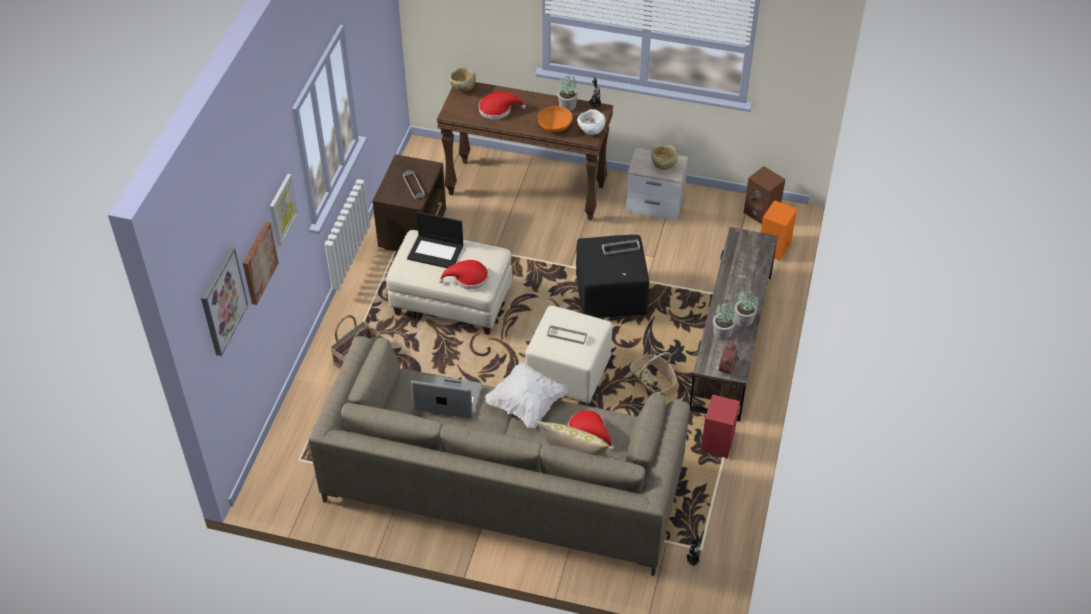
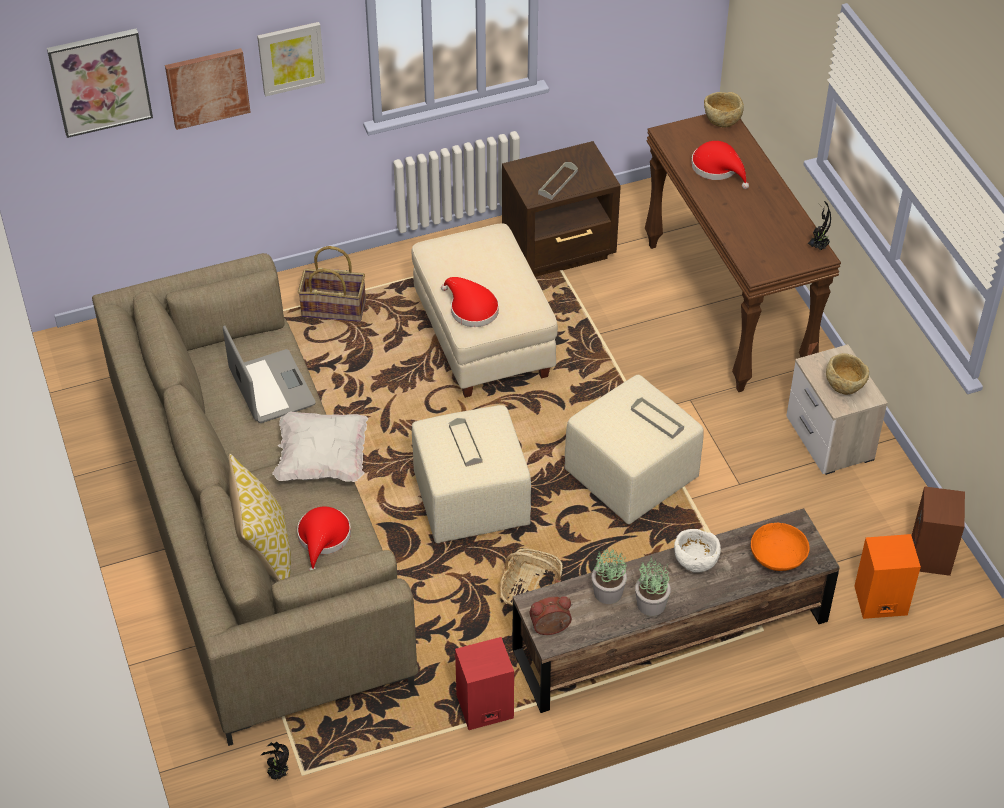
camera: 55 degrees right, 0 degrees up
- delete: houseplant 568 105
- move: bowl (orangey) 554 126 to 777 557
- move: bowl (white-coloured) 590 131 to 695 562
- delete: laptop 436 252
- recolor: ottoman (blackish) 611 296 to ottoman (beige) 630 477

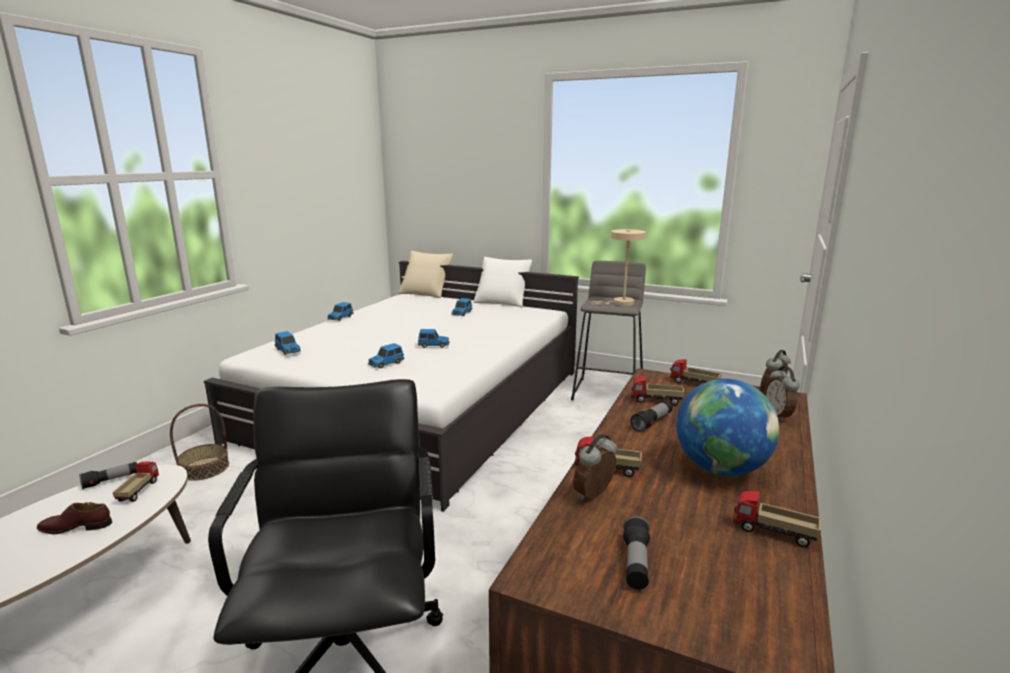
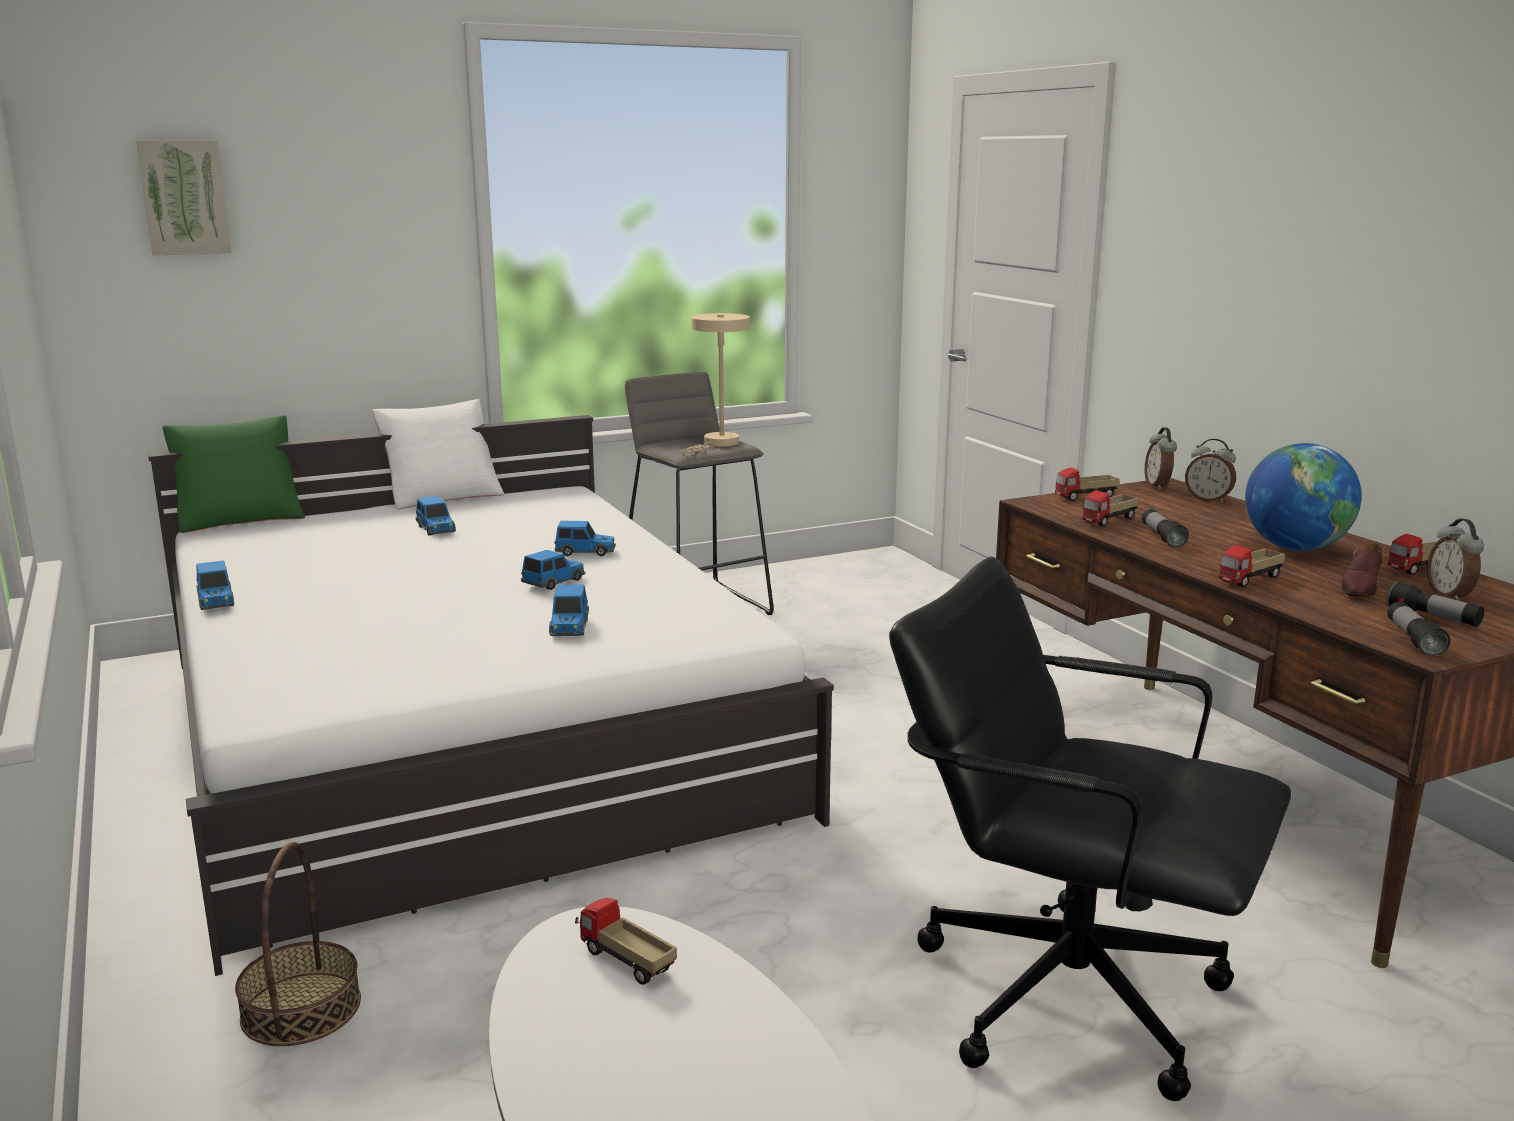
camera: 50 degrees left, 0 degrees up
- recolor: throw pillow (beige) 426 293 to throw pillow (green) 240 517
- move: model car 288 350 to 585 552
- move: alarm clock 595 495 to 1450 595
- move: hand torch 111 481 to 1413 640
- move: shoe (brownish) 76 527 to 1359 587
- insert: wall art 184 197

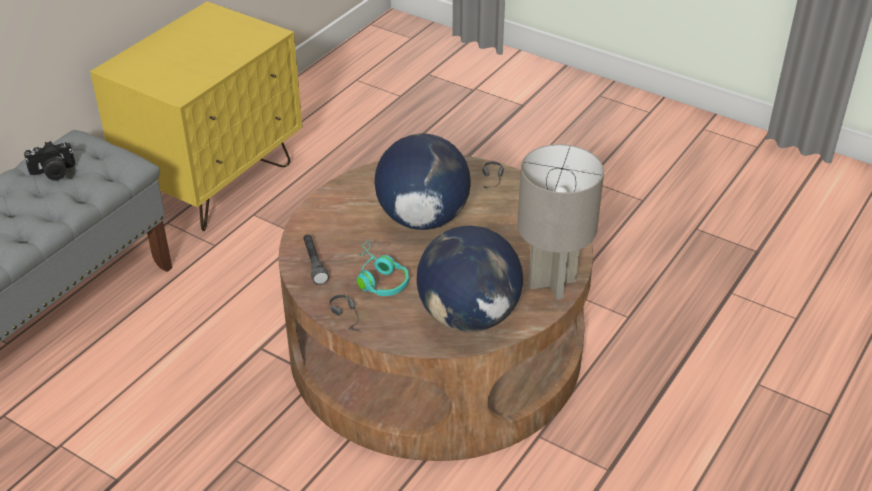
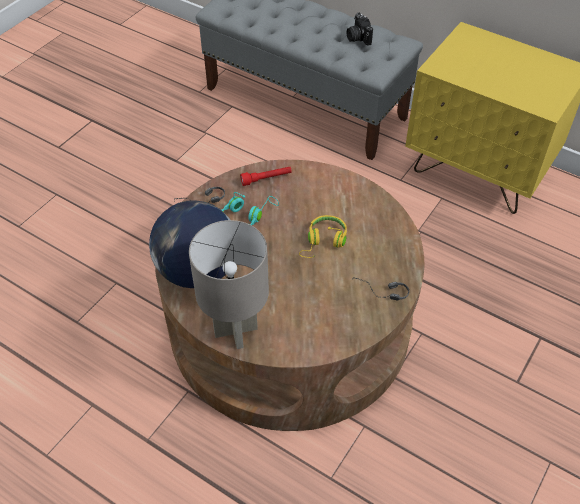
camera: 90 degrees right, 10 degrees up
- replace: desk globe 422 219 to pair of headphones (yellow-coloured) 324 242
- recolor: hand torch (gray) 314 264 to hand torch (reddish) 266 179

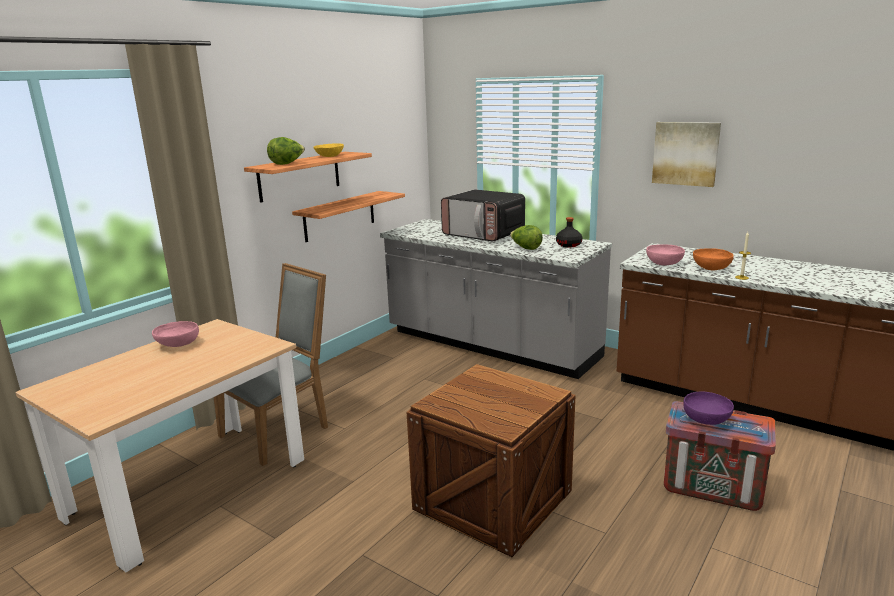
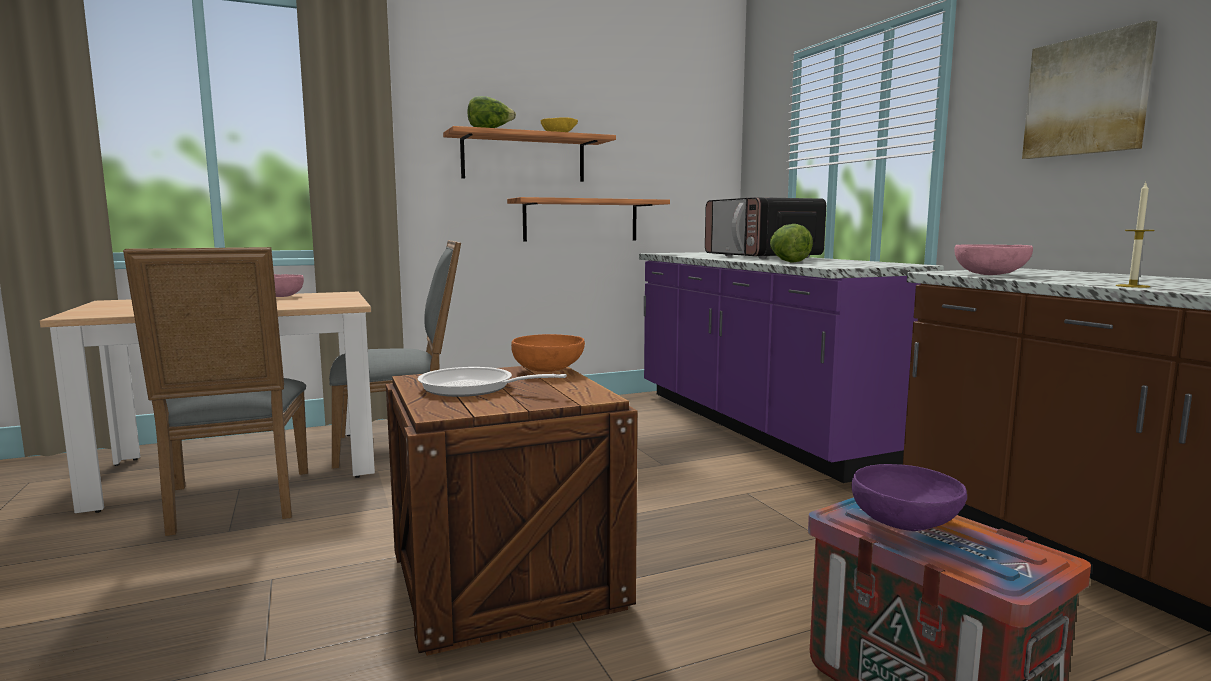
camera: 30 degrees right, 10 degrees down
- delete: bottle (blackish) 569 245
- recolor: kitchen base unit (gray) 490 345 to kitchen base unit (purple-coloured) 757 425
- move: bowl (orangey) 711 268 to 548 369
- insert: upright chair (gray) 236 504
- insert: frying pan 474 388

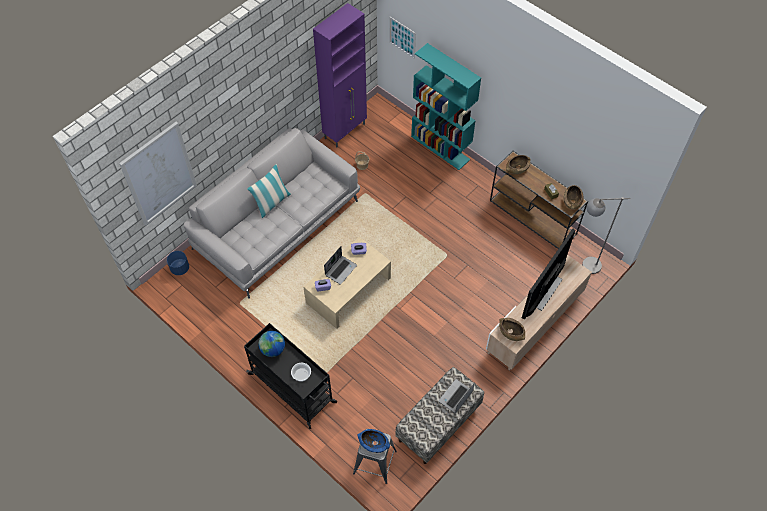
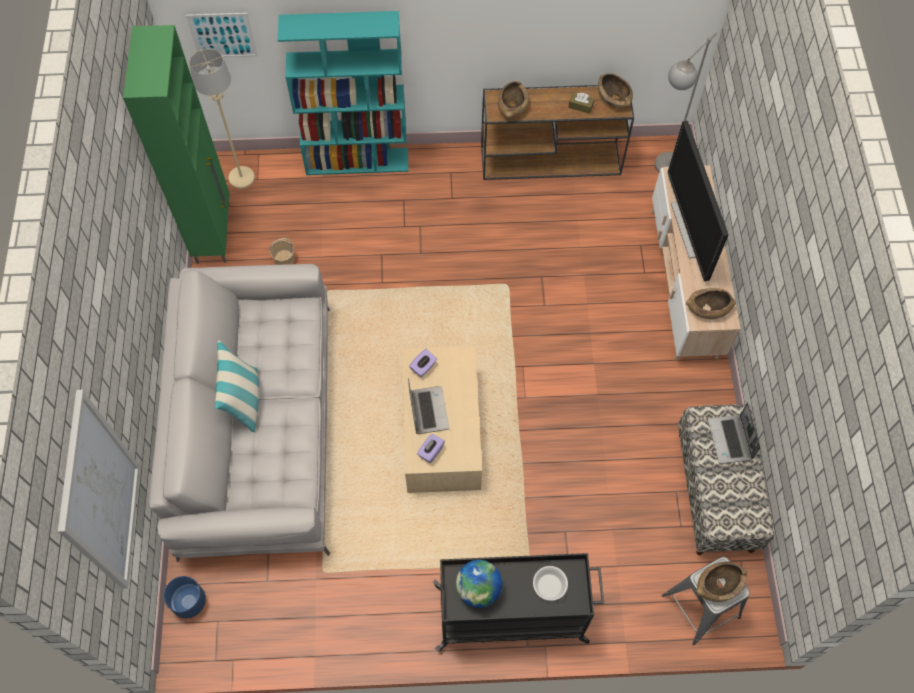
camera: 45 degrees left, 5 degrees up
- recolor: cupboard (purple-coloured) 345 131 to cupboard (green) 214 232
- recolor: bowl (blue-coloured) 374 443 to bowl (brownish) 718 584
- insert: floor lamp (beige) 241 178

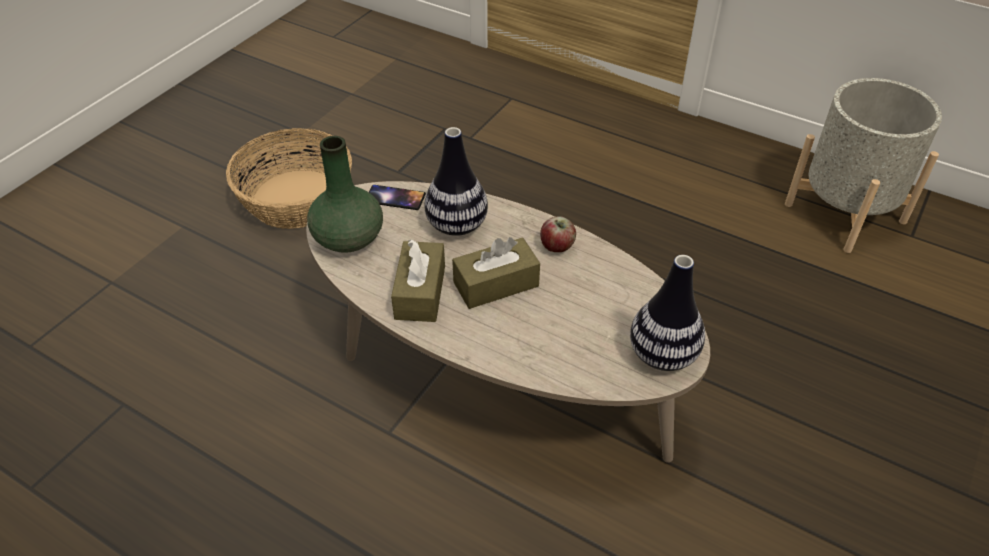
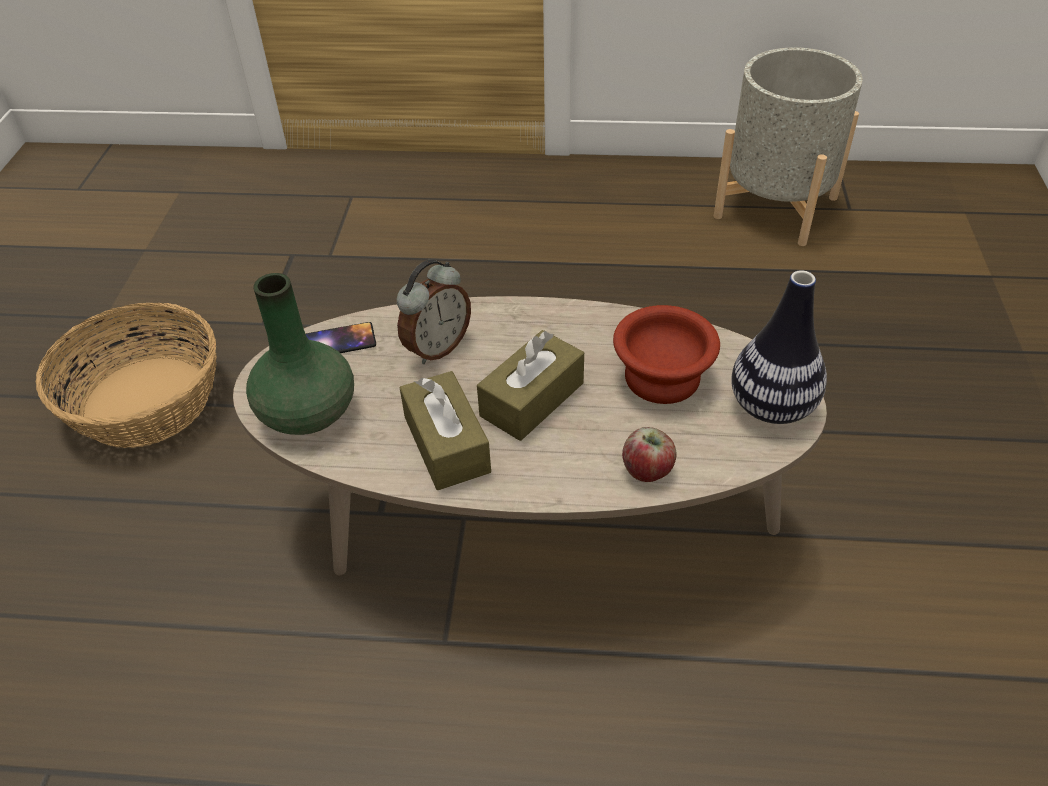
camera: 25 degrees left, 0 degrees up
- replace: decorative vase 457 225 to alarm clock 436 347
- move: apple 557 246 to 647 470
- insert: bowl (brownish) 662 375

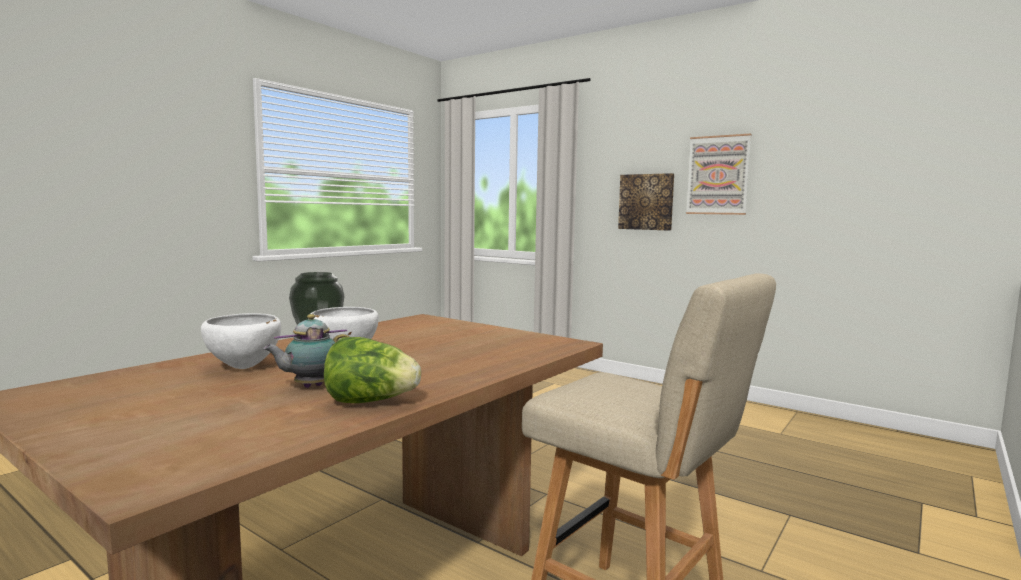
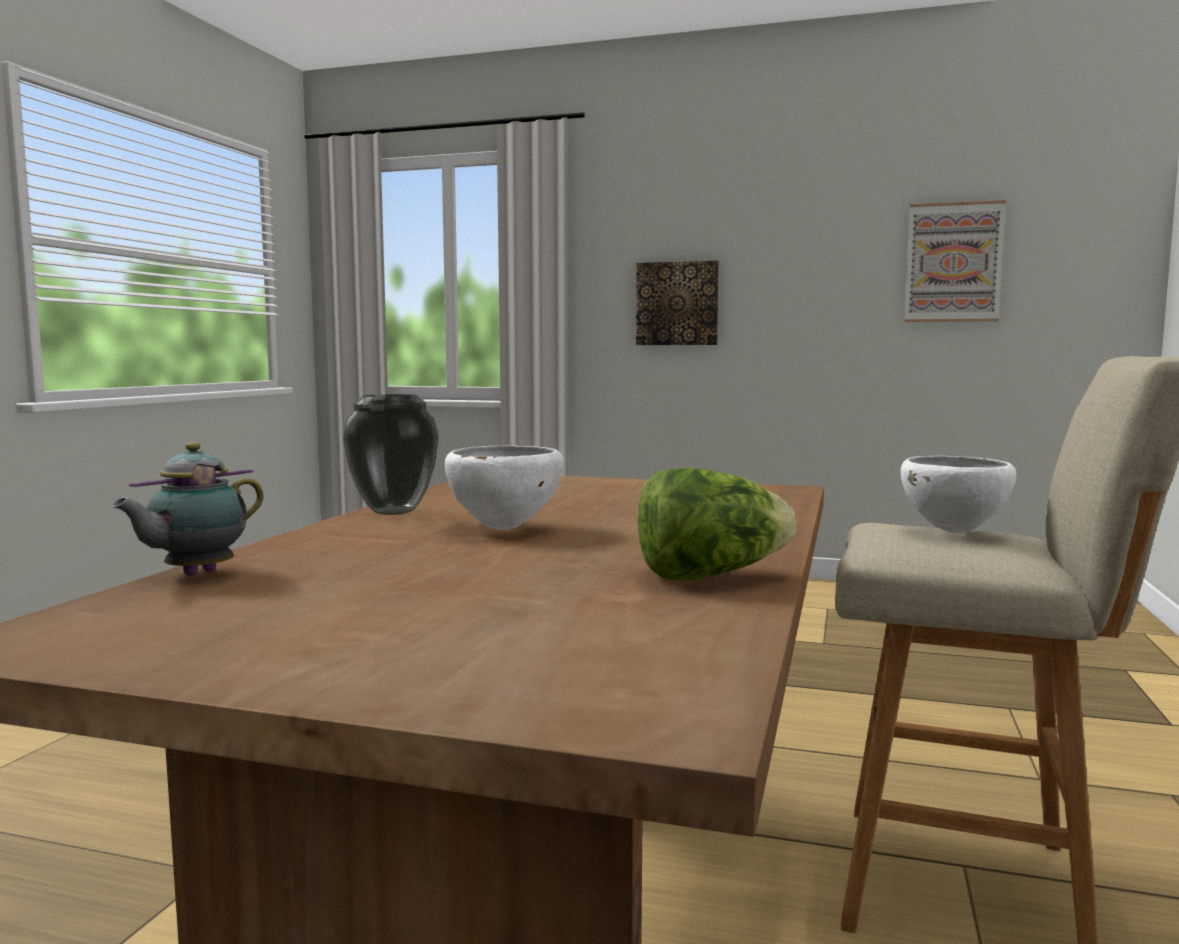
camera: 20 degrees left, 0 degrees up
- move: wall art 718 175 to 953 262
- move: bowl (white-coloured) 245 367 to 954 532
- move: pot for tea 310 387 to 195 574

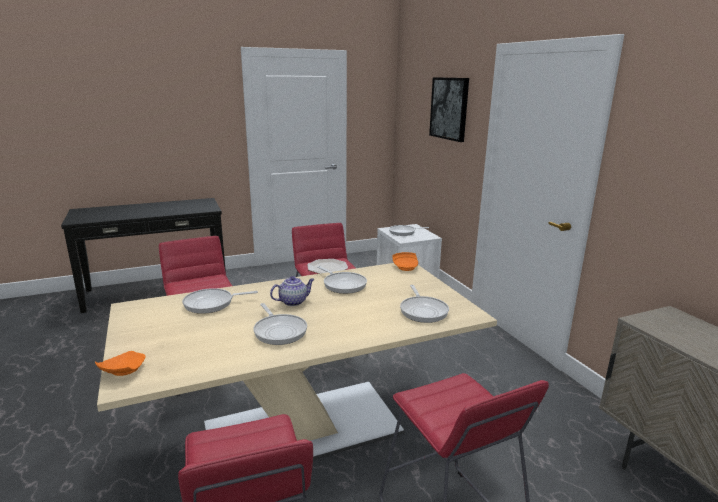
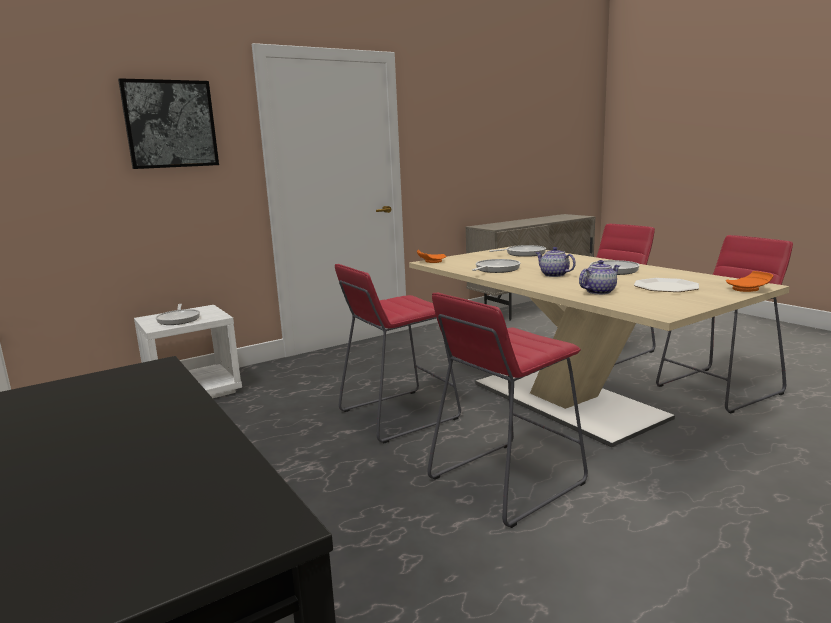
camera: 100 degrees left, 5 degrees down
- move: dinner plate 327 268 to 666 287
- replace: frying pan 212 304 to pot for tea 599 292

